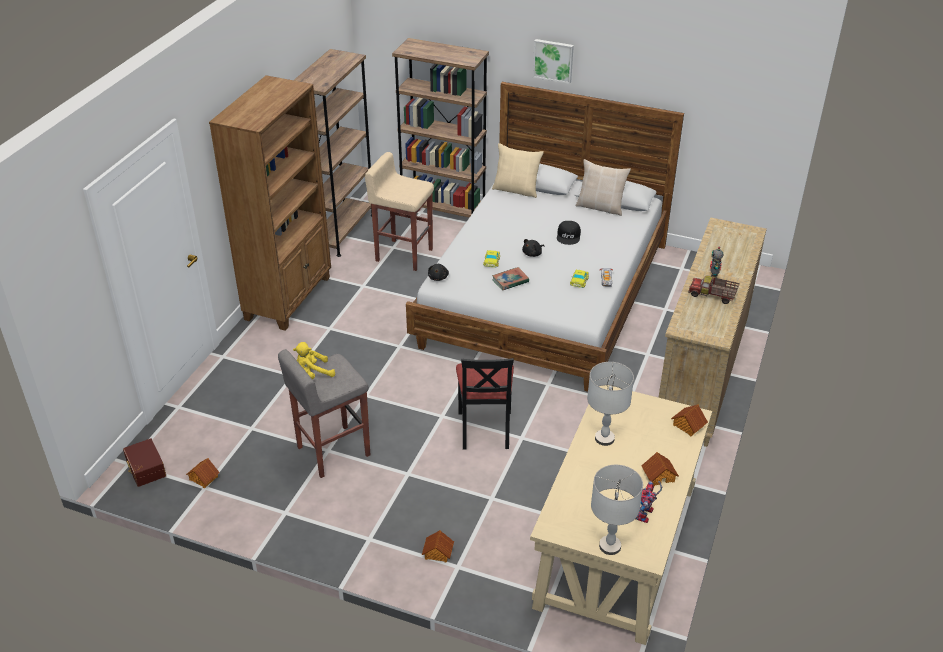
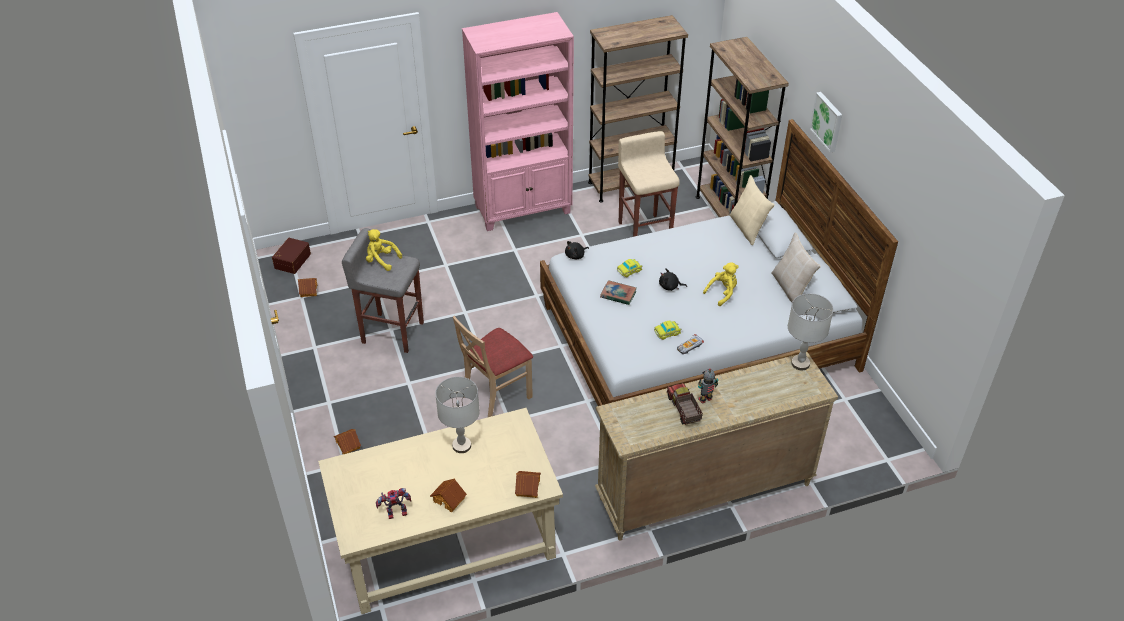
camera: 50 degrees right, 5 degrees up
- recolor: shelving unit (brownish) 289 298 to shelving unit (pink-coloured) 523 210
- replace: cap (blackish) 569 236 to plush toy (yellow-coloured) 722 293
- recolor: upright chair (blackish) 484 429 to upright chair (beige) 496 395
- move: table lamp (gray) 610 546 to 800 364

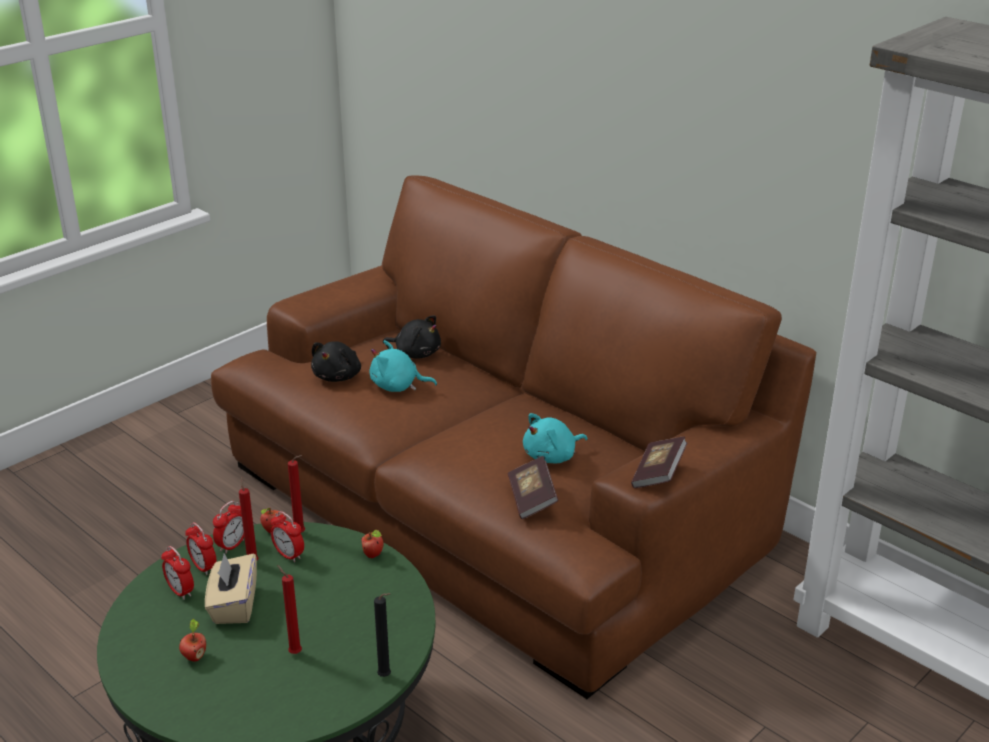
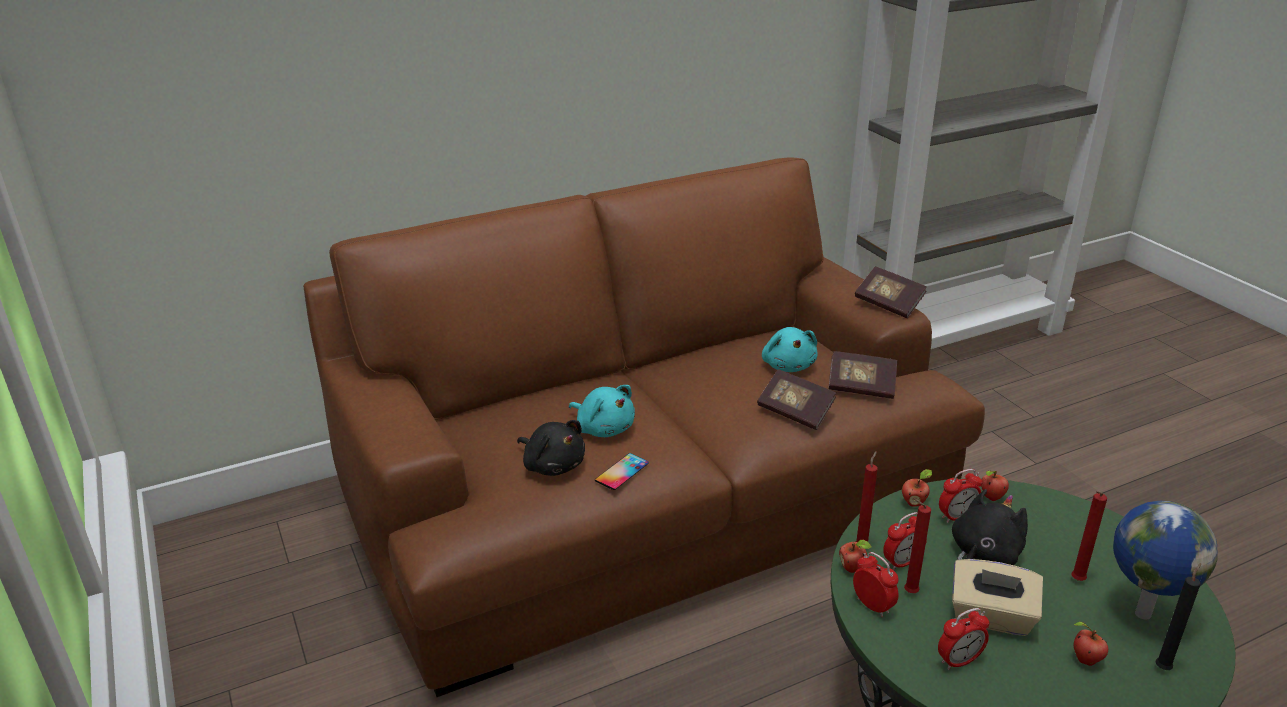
camera: 70 degrees left, 0 degrees up
- move: plush toy (blackish) 416 353 to 982 555
- rotate: plush toy (turquoise) 397 386 = 603 428 75 degrees counterclockwise
- move: alarm clock 203 567 to 957 517
- move: wax candle (blackish) 386 677 to 1163 667
- insert: bound book 795 412
- insert: telephone 622 472
- insert: apple 991 498
- insert: desk globe 1141 613

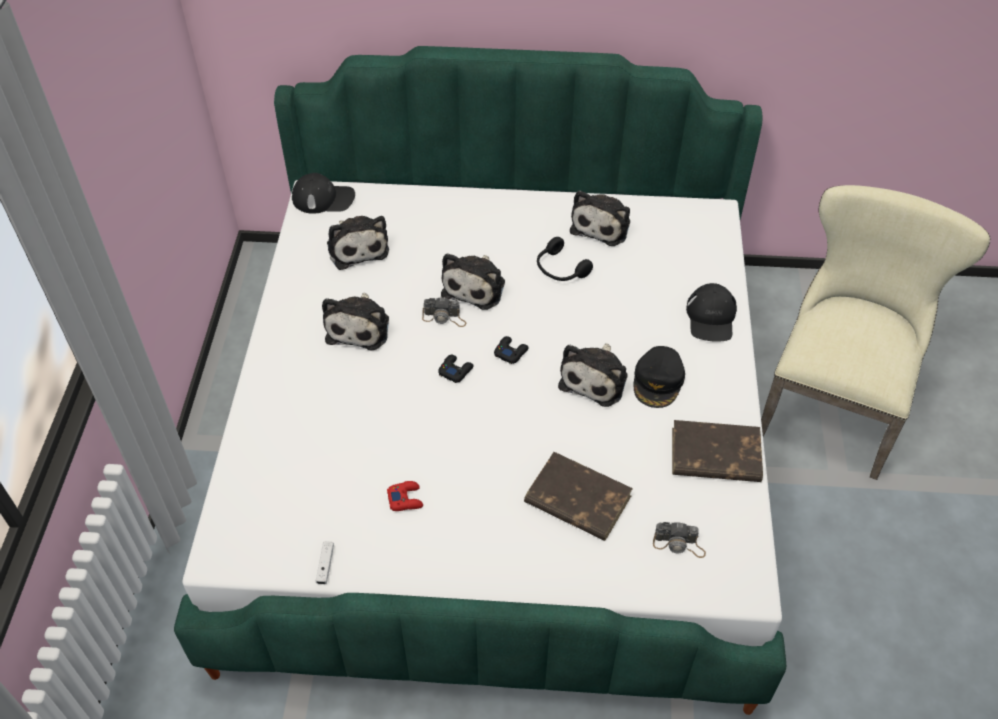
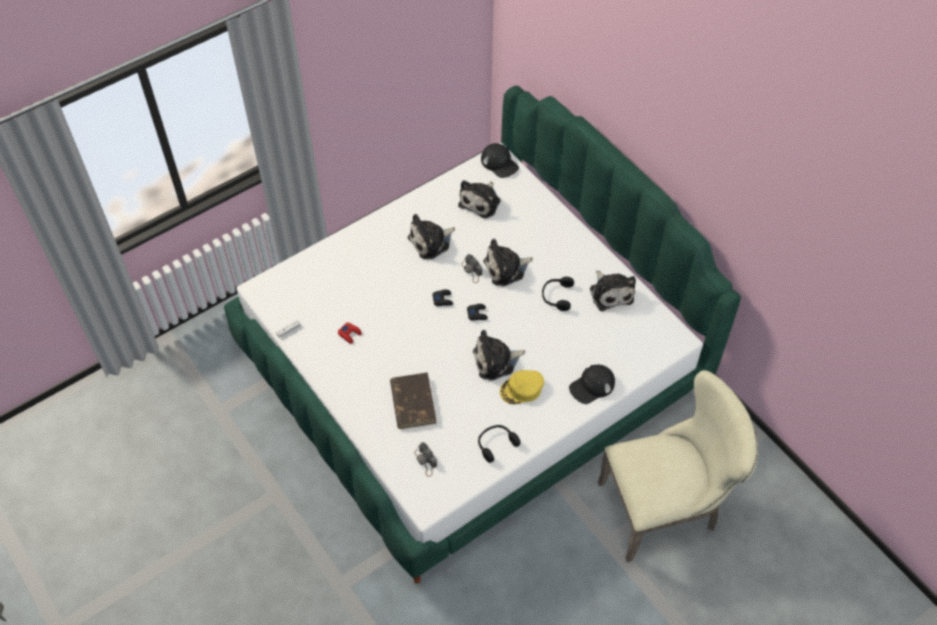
camera: 50 degrees right, 5 degrees up
- rotate: plush toy 602 225 = 610 293 90 degrees counterclockwise
- recolor: cap (blackish) 658 381 to cap (yellow-coloured) 522 389
- replace: bound book (brownish) 714 455 to pair of headphones (blackish) 496 444

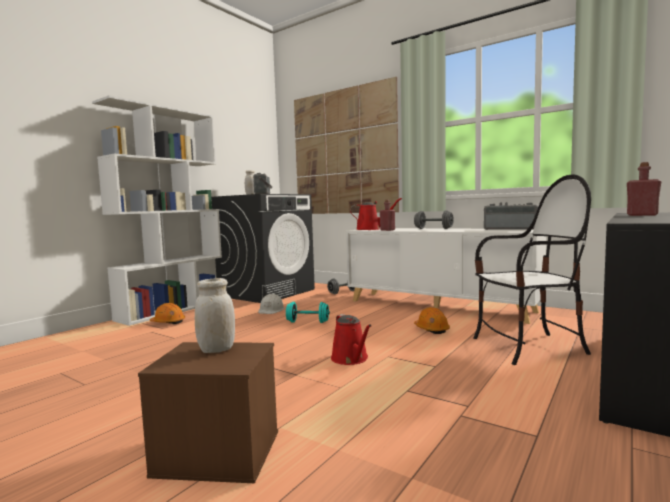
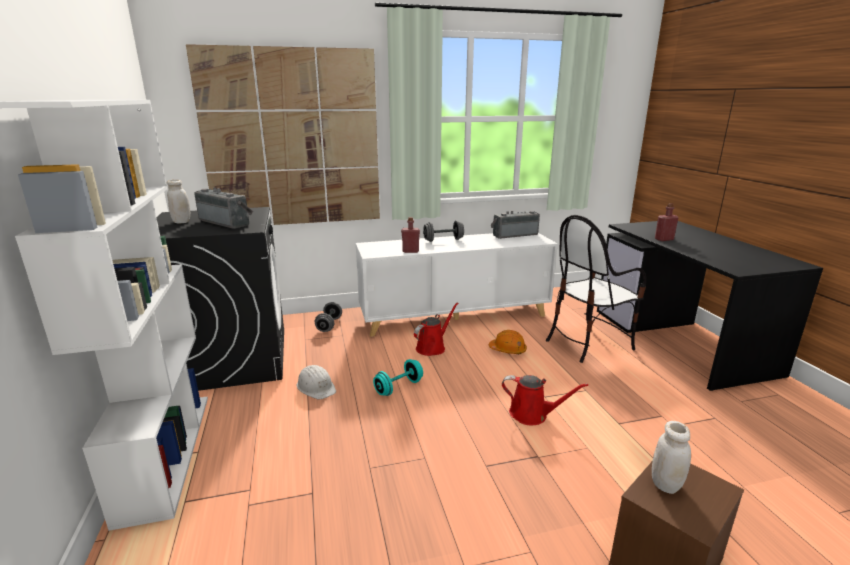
camera: 50 degrees left, 15 degrees up
- rotate: upright chair 528 347 = 588 343 150 degrees counterclockwise
- move: watering can (reddish) 371 229 to 432 347
- delete: safety helmet (orangey) 168 322

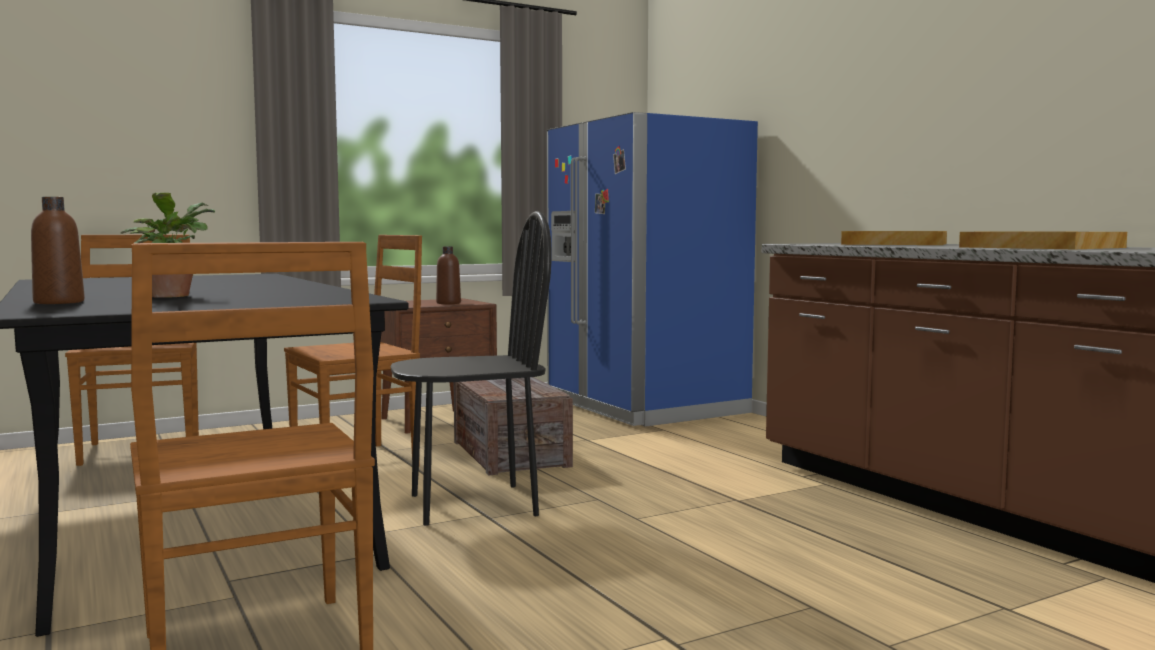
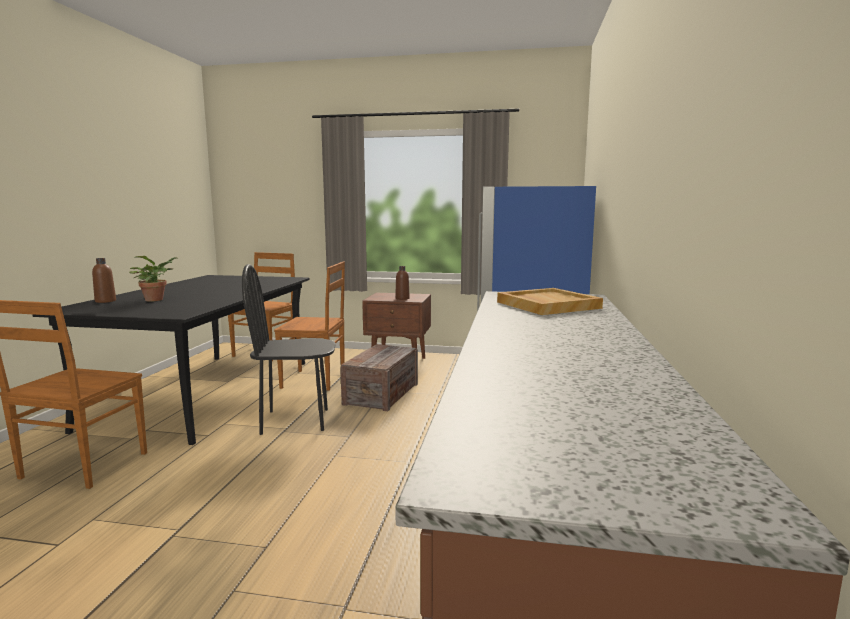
camera: 40 degrees right, 5 degrees up
- rotate: upright chair (blackish) 473 504 = 295 421 150 degrees clockwise
- delete: serving tray (beige) 1040 247

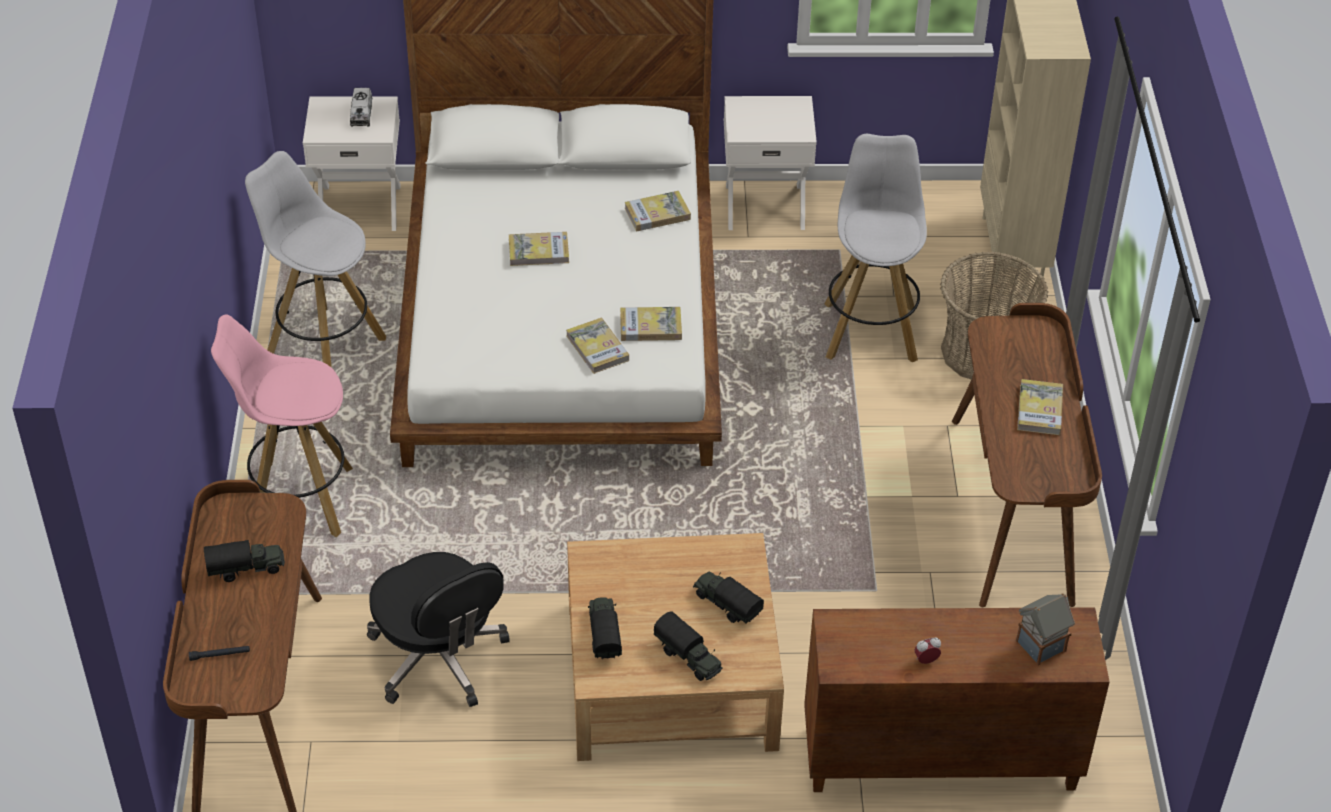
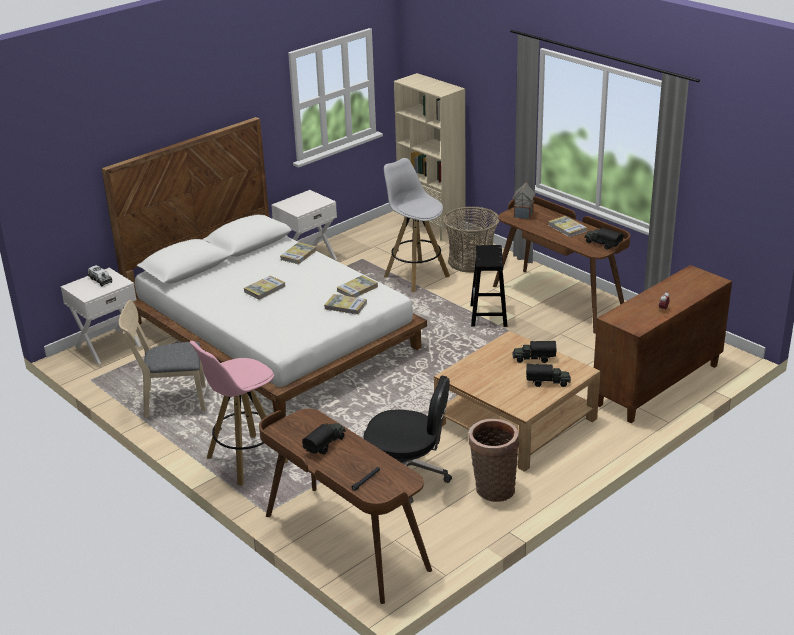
camera: 40 degrees left, 15 degrees down
- replace: stool seat (white-coloured) 324 346 to upright chair (beige) 169 402
- move: miniature house 1040 647 to 523 215
- move: toy lorry 604 635 to 602 244
- insert: stool seat (blackish) 488 316
- insert: household basket 492 489

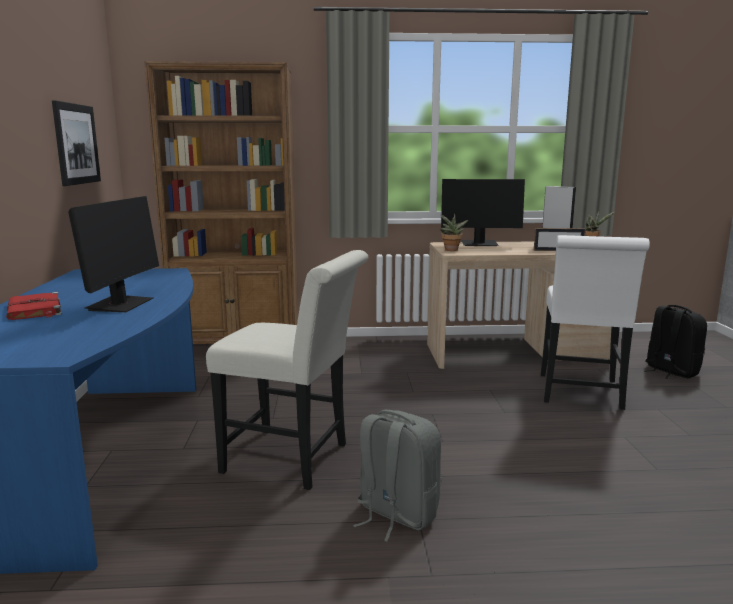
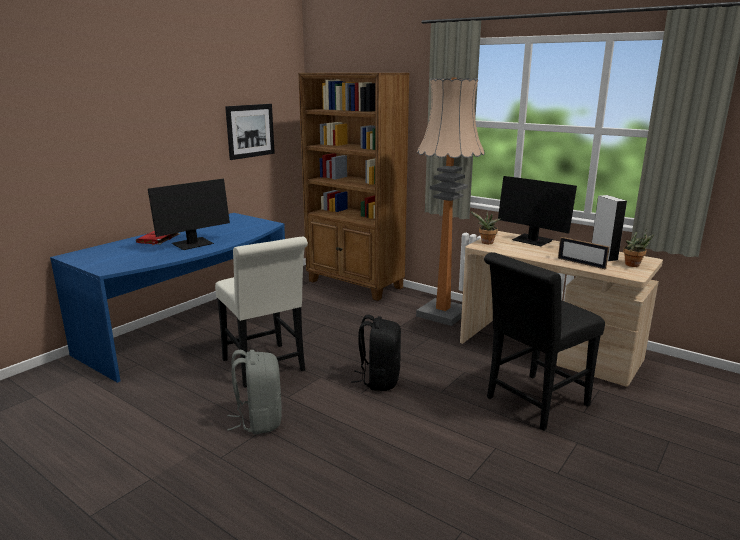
camera: 40 degrees right, 5 degrees up
- recolor: upright chair (white-coloured) 580 394 to upright chair (blackish) 532 403
- move: rucksack (blackish) 670 371 to 379 380
- insert: floor lamp 443 314

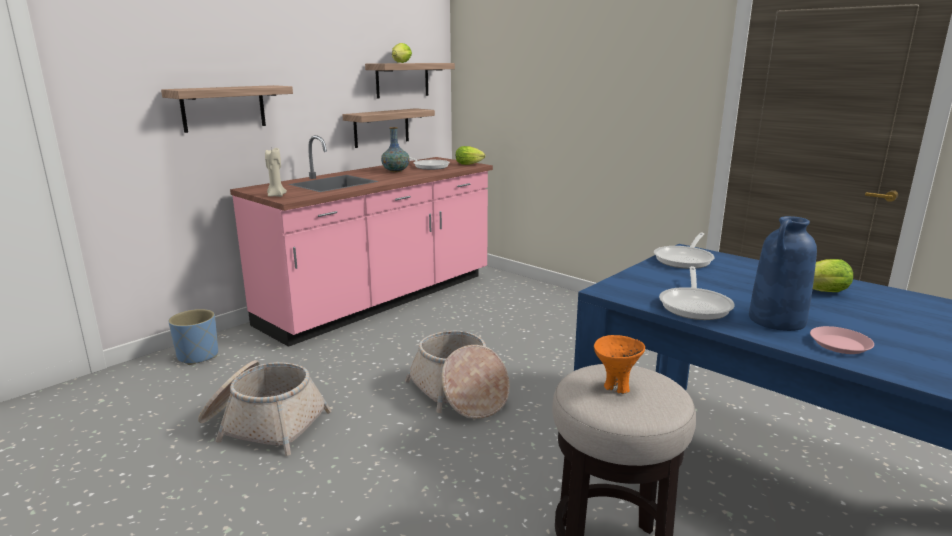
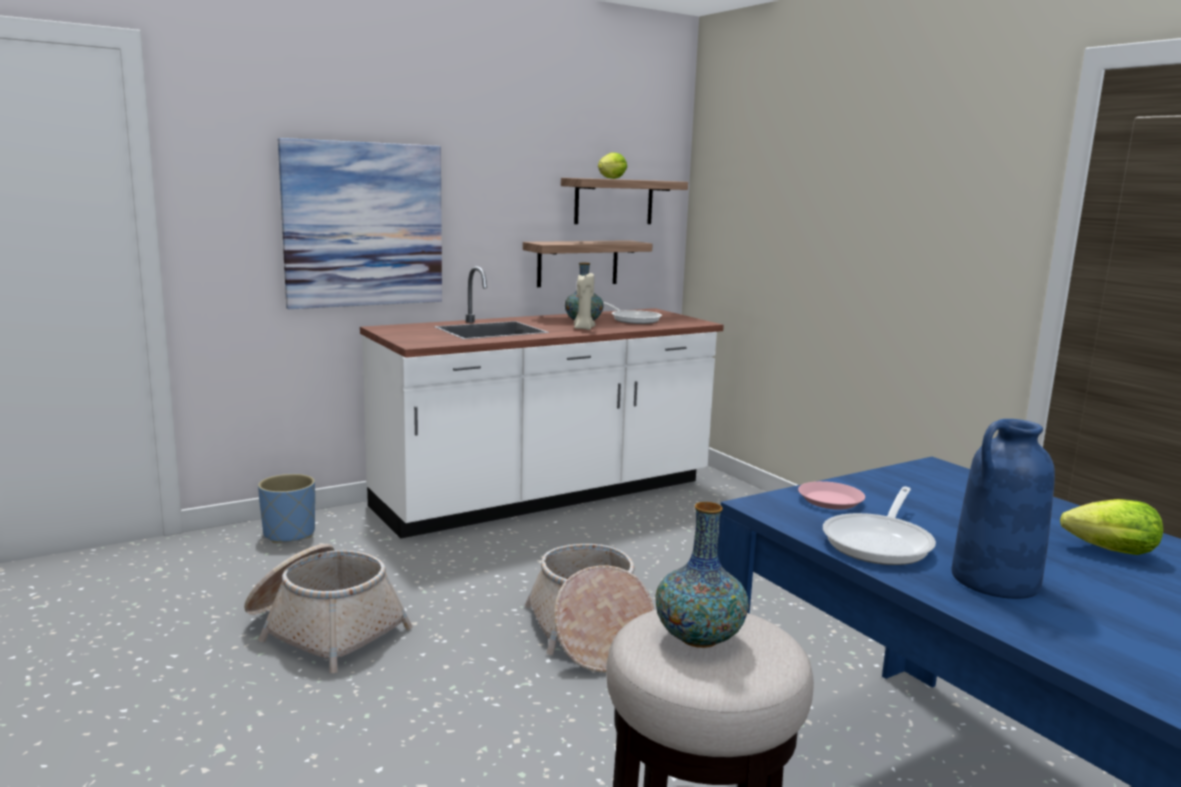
camera: 15 degrees right, 5 degrees down
- replace: wall shelf 223 108 to wall art 364 225
- recolor: kitchen base unit (pink-coloured) 381 300 to kitchen base unit (white-coloured) 546 496
- delete: lettuce head 470 164
- move: wax candle (beige) 276 195 to 583 328
- delete: frying pan 685 259
- move: dinner plate (pink-coloured) 839 344 to 830 500
- replace: bowl (orangey) 616 387 to decorative vase 699 638

